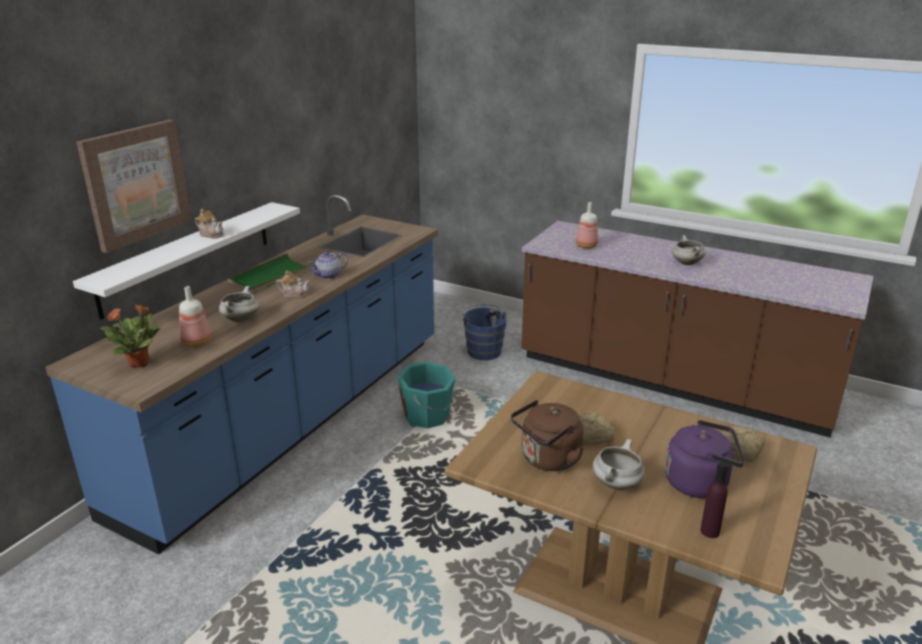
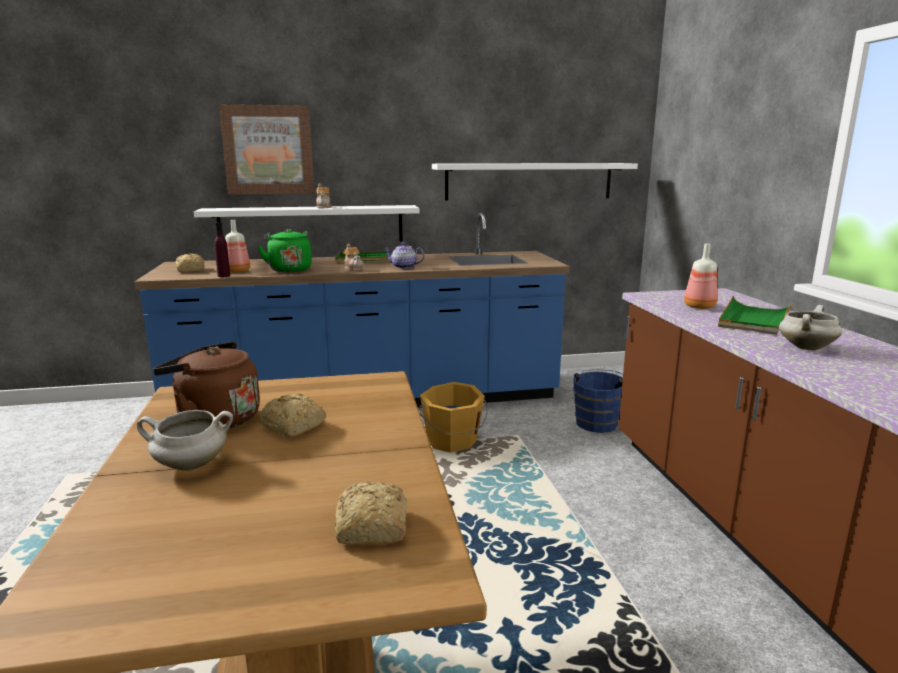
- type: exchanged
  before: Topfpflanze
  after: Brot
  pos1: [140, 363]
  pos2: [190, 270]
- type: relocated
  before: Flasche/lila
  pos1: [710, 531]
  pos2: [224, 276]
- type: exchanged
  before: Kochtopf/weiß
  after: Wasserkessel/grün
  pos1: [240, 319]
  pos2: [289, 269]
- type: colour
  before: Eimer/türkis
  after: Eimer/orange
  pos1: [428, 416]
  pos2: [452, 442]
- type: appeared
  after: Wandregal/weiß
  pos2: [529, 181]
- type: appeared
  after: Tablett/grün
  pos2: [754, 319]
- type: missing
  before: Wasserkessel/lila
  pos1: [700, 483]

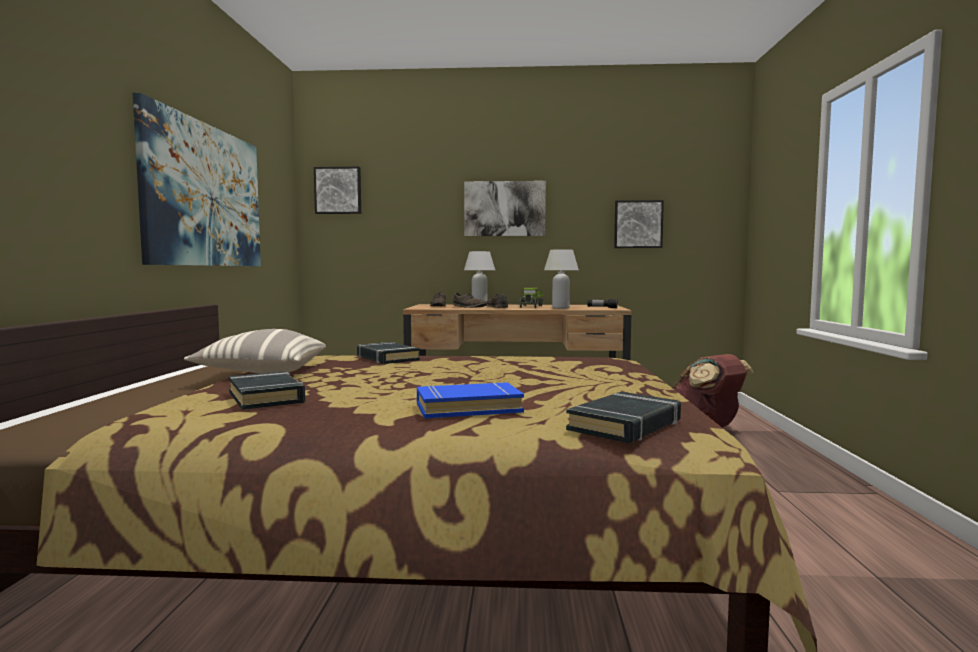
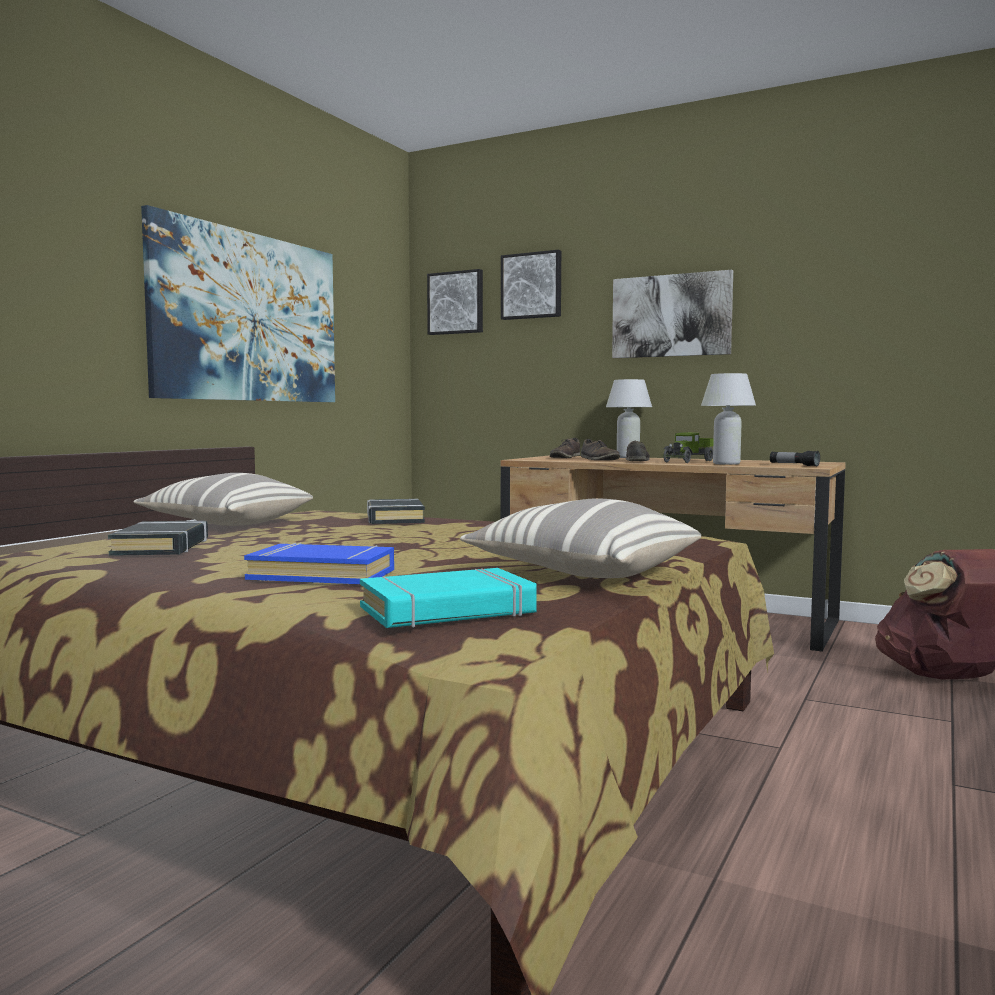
- type: colour
  before: Buch/schwarz
  after: Buch/türkis
  pos1: [625, 425]
  pos2: [447, 611]
- type: appeared
  after: Kissen
  pos2: [583, 572]
- type: relocated
  before: Bild
  pos1: [638, 224]
  pos2: [532, 286]

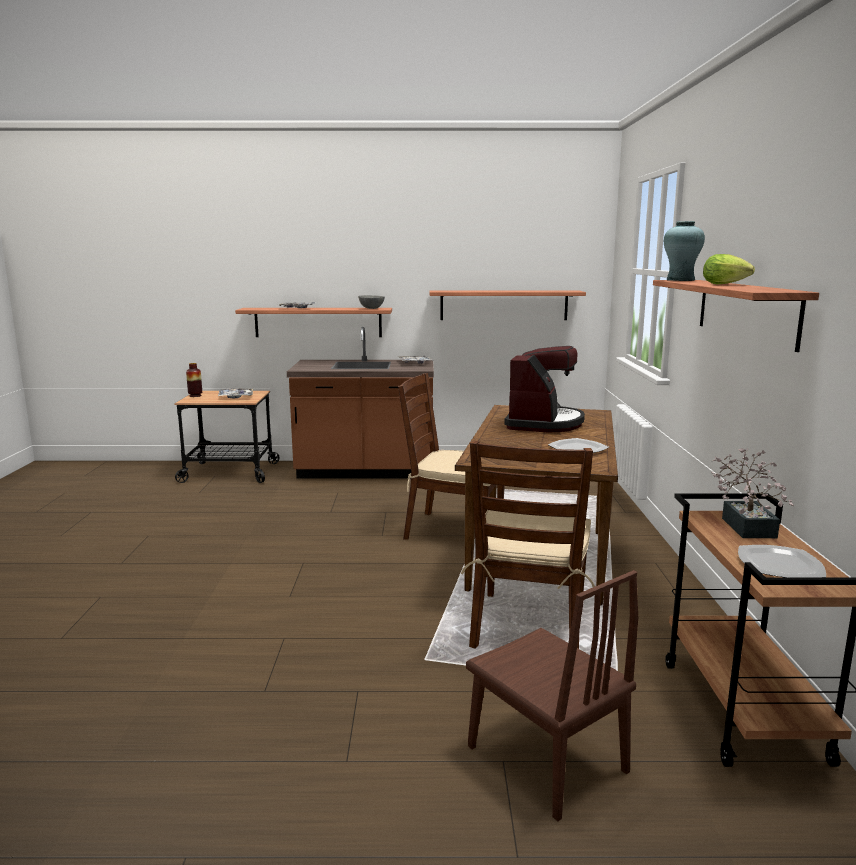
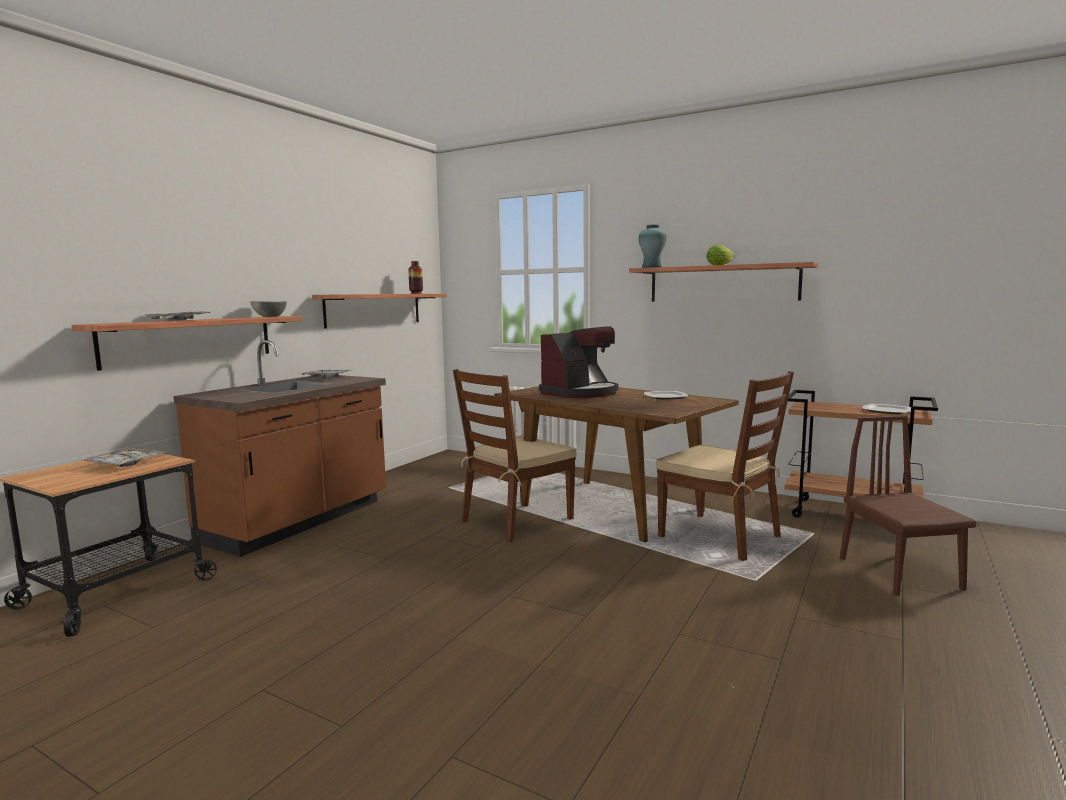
- type: relocated
  before: Vase
  pos1: [195, 396]
  pos2: [416, 293]
- type: spun
  before: Kaffeemaschine
  pos1: [543, 423]
  pos2: [580, 393]
  turn: 90
- type: spun
  before: Stuhl/braun
  pos1: [546, 758]
  pos2: [899, 573]
  turn: -90
- type: missing
  before: Topfpflanze
  pos1: [746, 525]

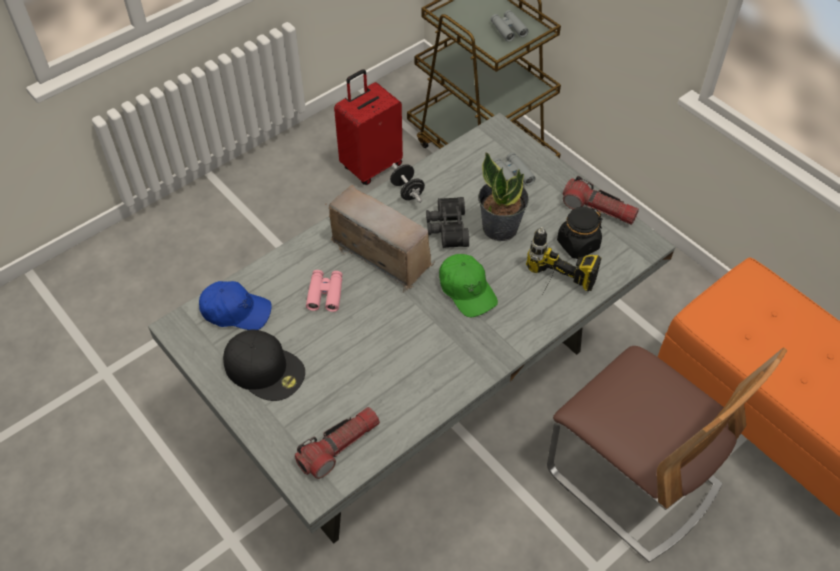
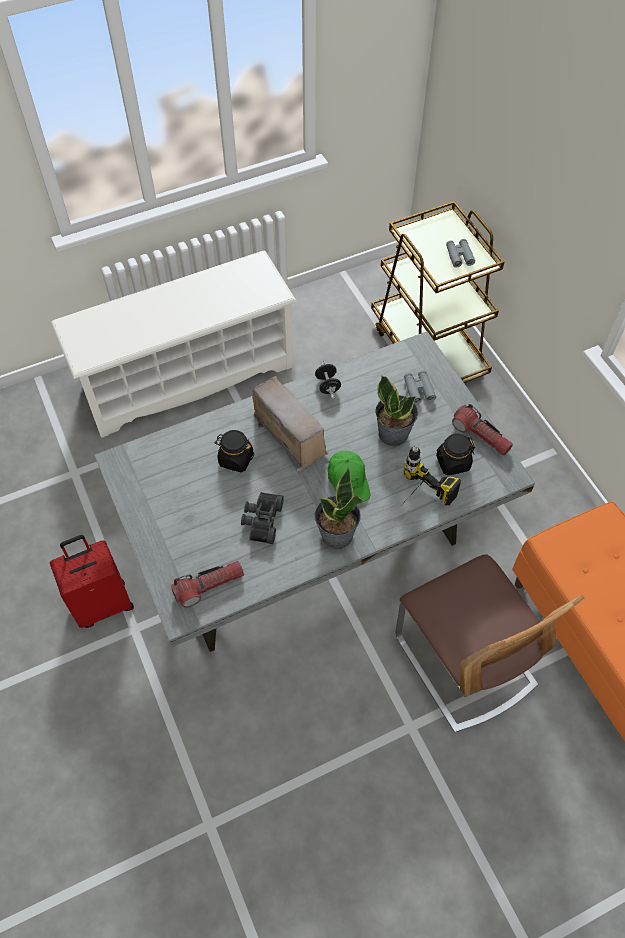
- type: relocated
  before: Koffer/rot
  pos1: [371, 166]
  pos2: [103, 603]
- type: appeared
  after: Schuhregal/weiß
  pos2: [187, 376]
- type: exchanged
  before: Fernglas/rosa
  after: Vorratsglas/schwarz
  pos1: [325, 294]
  pos2: [235, 459]
- type: relocated
  before: Fernglas/schwarz
  pos1: [446, 228]
  pos2: [261, 520]
- type: appeared
  after: Topfpflanze
  pos2: [336, 535]
- type: missing
  before: Kappe/blau
  pos1: [236, 311]
- type: missing
  before: Kappe/schwarz
  pos1: [265, 369]

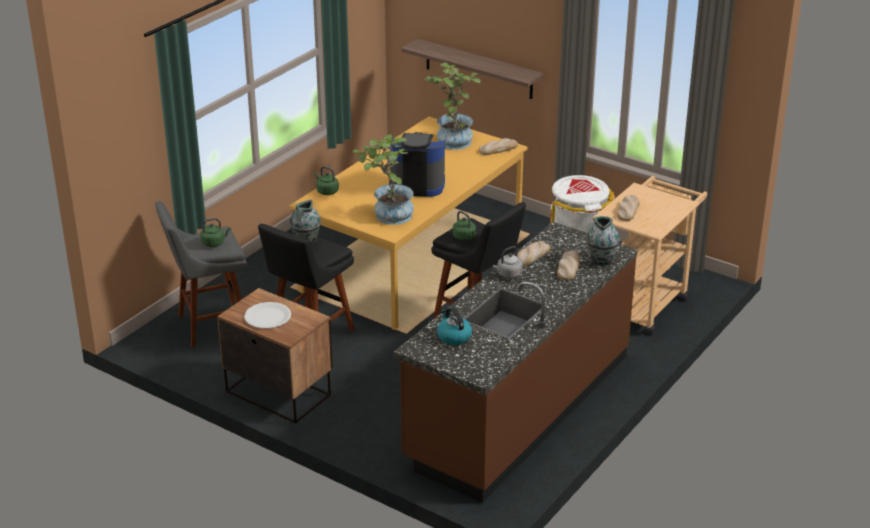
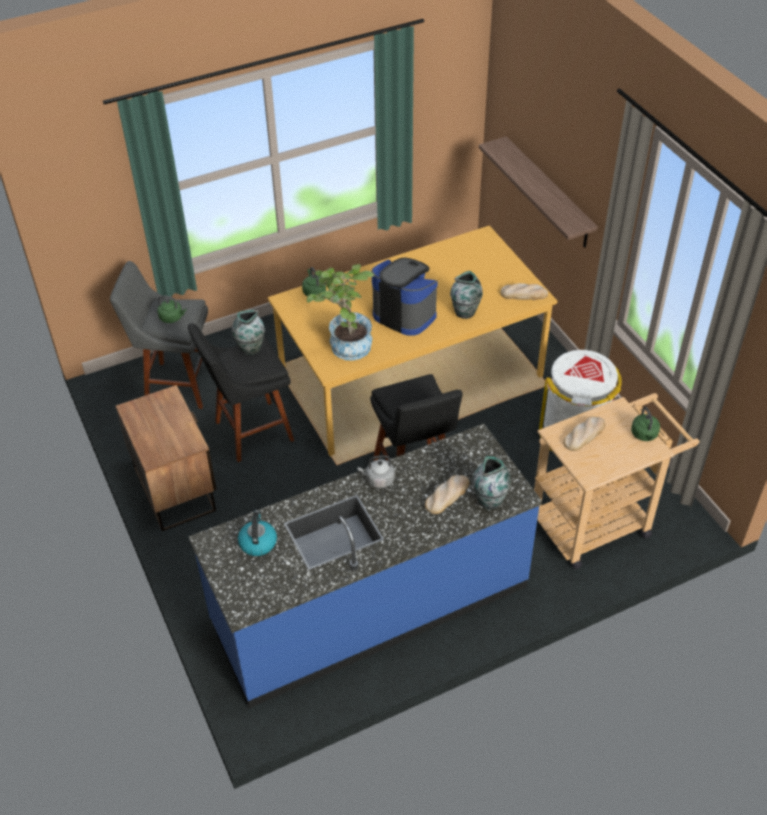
- type: colour
  before: Küchenzeile/braun
  after: Küchenzeile/blau
  pos1: [518, 407]
  pos2: [370, 604]
- type: appeared
  after: Vase
  pos2: [465, 312]
- type: relocated
  before: Wasserkessel/grün
  pos1: [465, 237]
  pos2: [644, 435]
- type: missing
  before: Teller/weiß
  pos1: [267, 317]
- type: missing
  before: Topfpflanze
  pos1: [453, 139]
- type: missing
  before: Brot
  pos1: [531, 256]

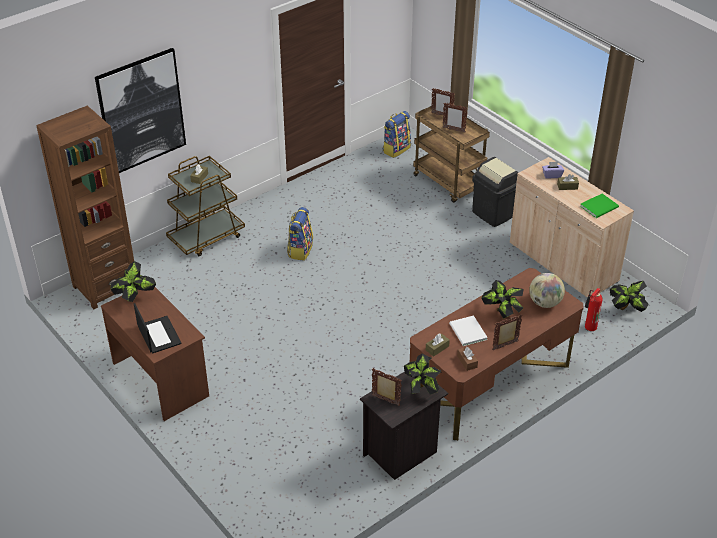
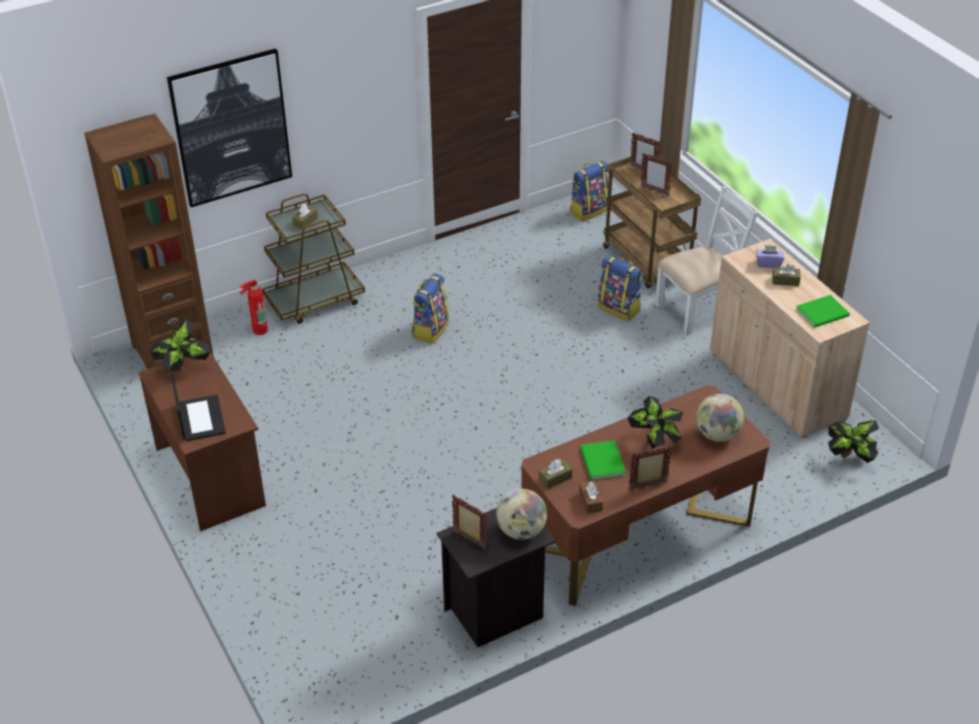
- type: relocated
  before: Feuerlöscher
  pos1: [589, 327]
  pos2: [258, 330]
- type: exchanged
  before: Topfpflanze
  after: Globus
  pos1: [421, 389]
  pos2: [521, 531]
- type: colour
  before: Buch/weiß
  after: Buch/grün
  pos1: [467, 332]
  pos2: [601, 462]
- type: appeared
  after: Rucksack
  pos2: [619, 308]
- type: exchanged
  before: Mülleimer/schwarz
  after: Stuhl/weiß
  pos1: [494, 213]
  pos2: [698, 308]

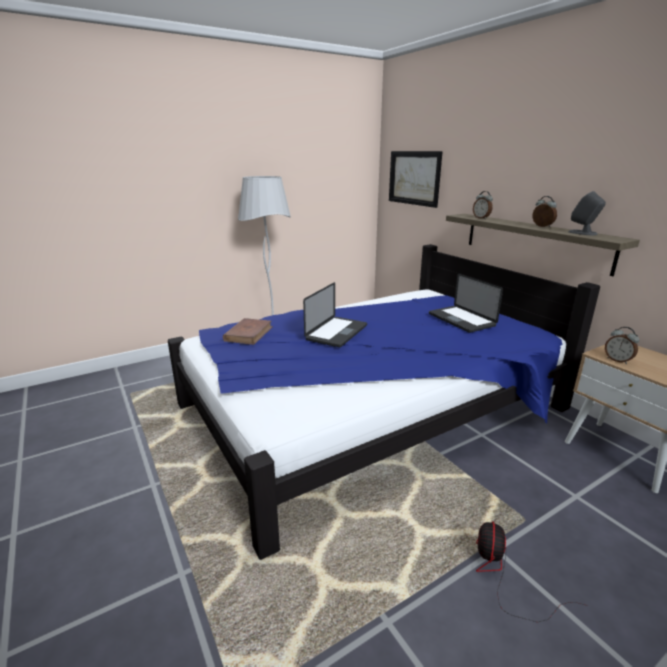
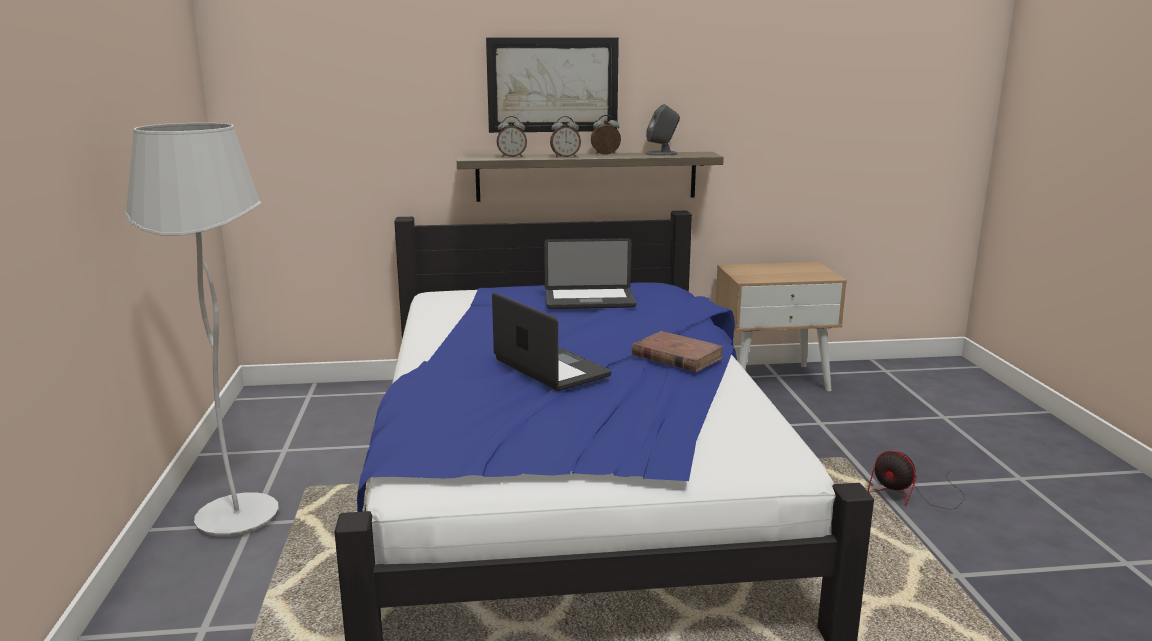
- type: relocated
  before: Bild
  pos1: [414, 178]
  pos2: [552, 85]
- type: relocated
  before: Wecker
  pos1: [617, 360]
  pos2: [565, 157]
- type: relocated
  before: Buch/braun
  pos1: [249, 334]
  pos2: [677, 356]

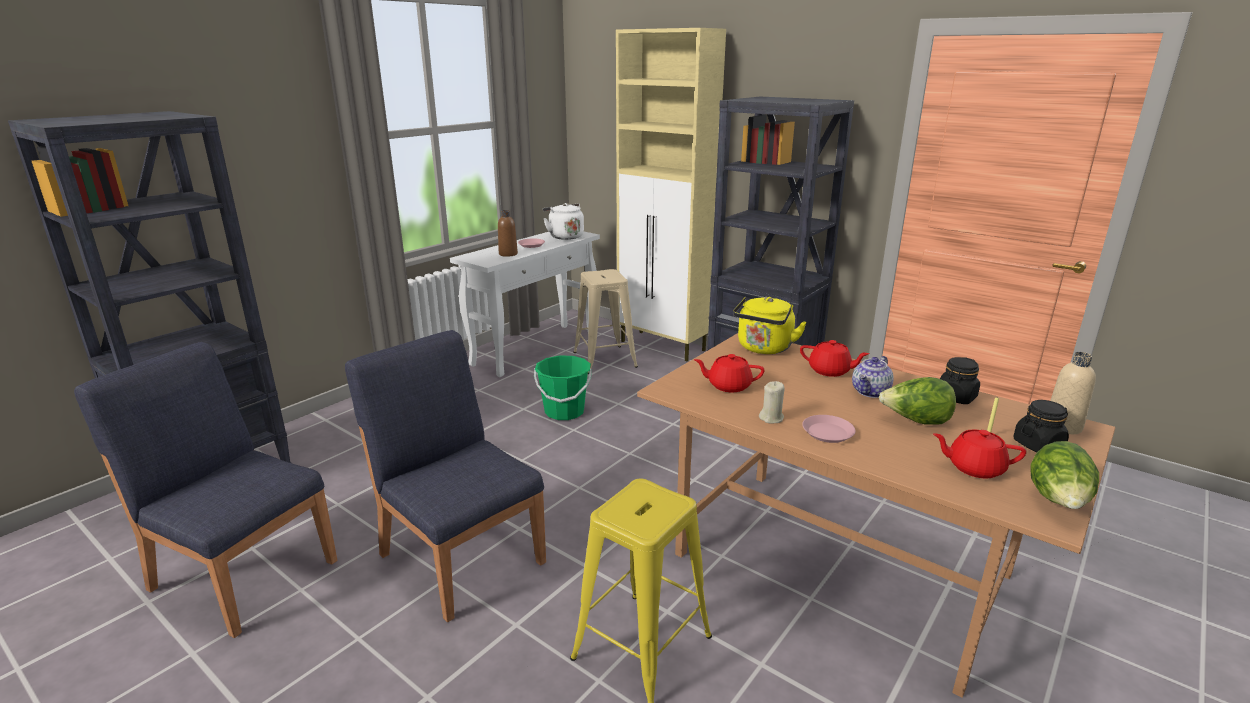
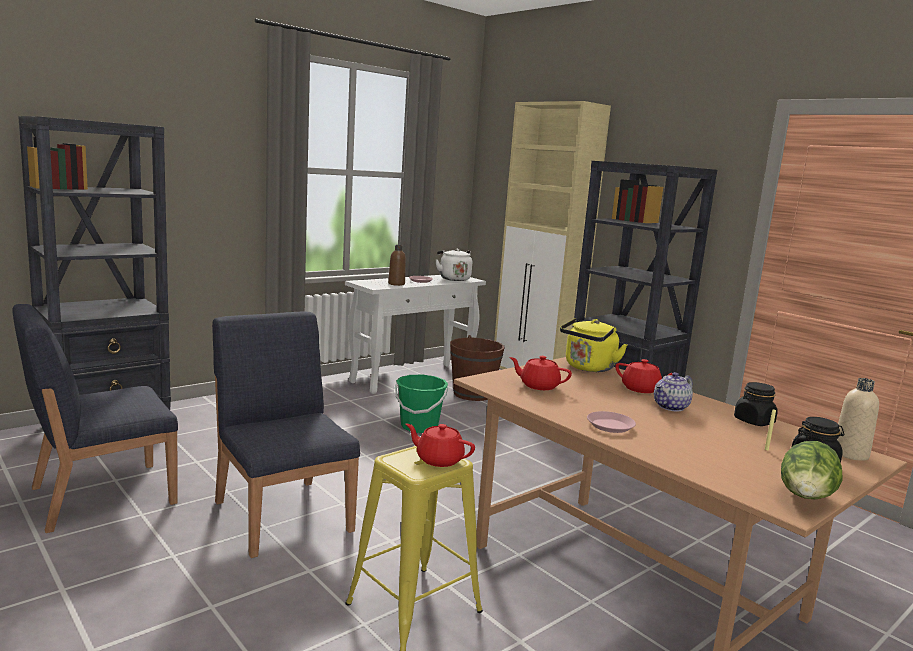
- type: spun
  before: Stuhl/blau
  pos1: [244, 573]
  pos2: [101, 495]
  turn: -75
- type: relocated
  before: Teekanne/rot
  pos1: [974, 468]
  pos2: [438, 459]
- type: exchanged
  before: Hocker/beige
  after: Eimer/braun
  pos1: [604, 359]
  pos2: [473, 394]
- type: missing
  before: Kerze/beige
  pos1: [771, 418]
- type: missing
  before: Salatkopf
  pos1: [915, 421]

